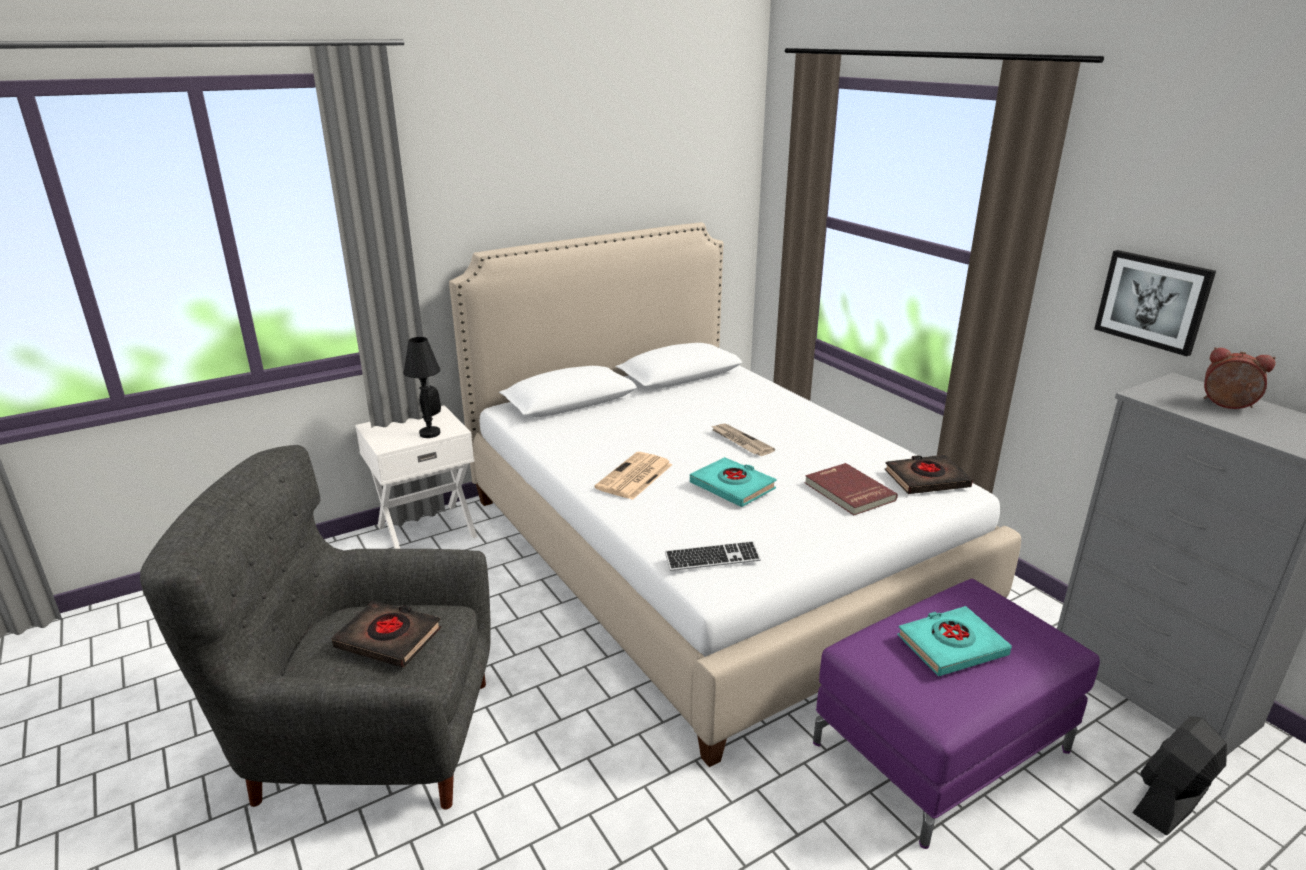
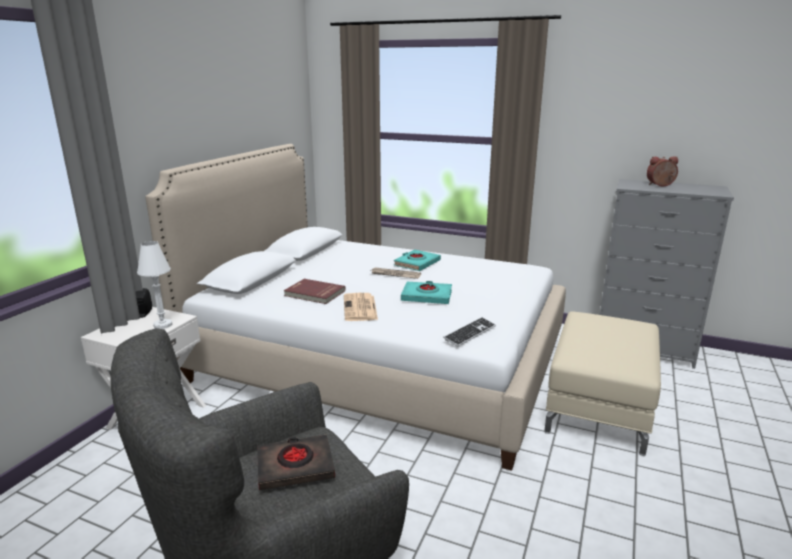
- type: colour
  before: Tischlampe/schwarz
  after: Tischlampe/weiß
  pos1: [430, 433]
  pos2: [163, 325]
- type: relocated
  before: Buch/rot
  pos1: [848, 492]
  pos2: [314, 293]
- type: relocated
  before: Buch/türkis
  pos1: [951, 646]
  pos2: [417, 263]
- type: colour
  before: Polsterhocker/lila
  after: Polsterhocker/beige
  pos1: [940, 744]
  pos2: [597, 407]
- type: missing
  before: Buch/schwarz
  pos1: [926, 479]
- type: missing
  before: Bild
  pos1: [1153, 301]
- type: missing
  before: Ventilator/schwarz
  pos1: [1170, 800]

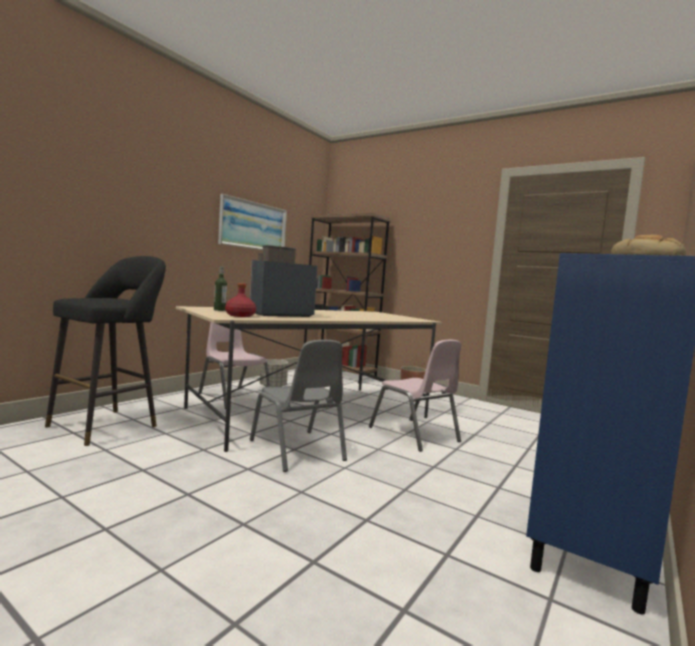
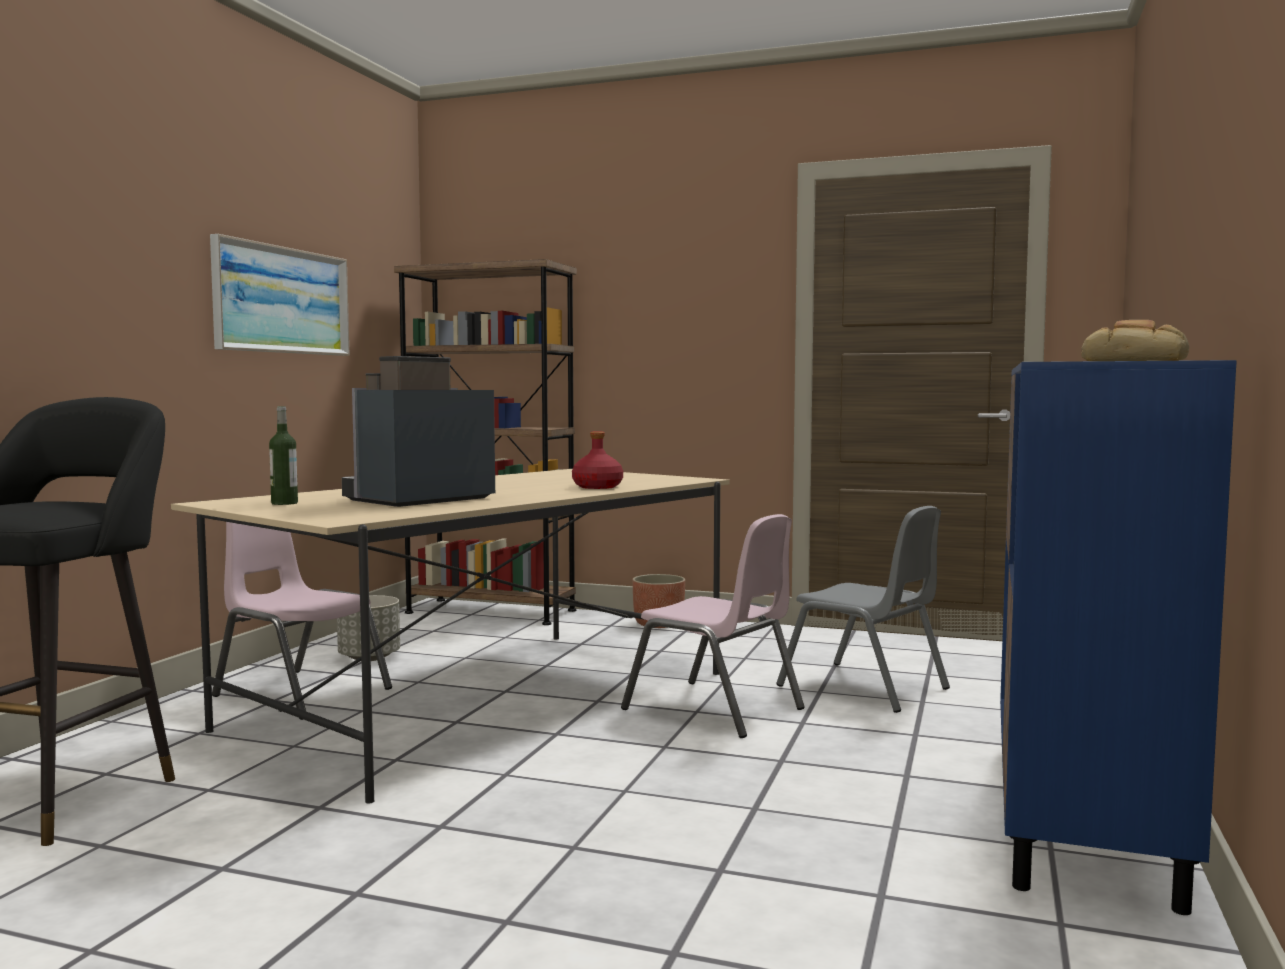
- type: relocated
  before: Flasche/rot
  pos1: [240, 315]
  pos2: [598, 487]
- type: relocated
  before: Stuhl/grau
  pos1: [297, 450]
  pos2: [864, 687]

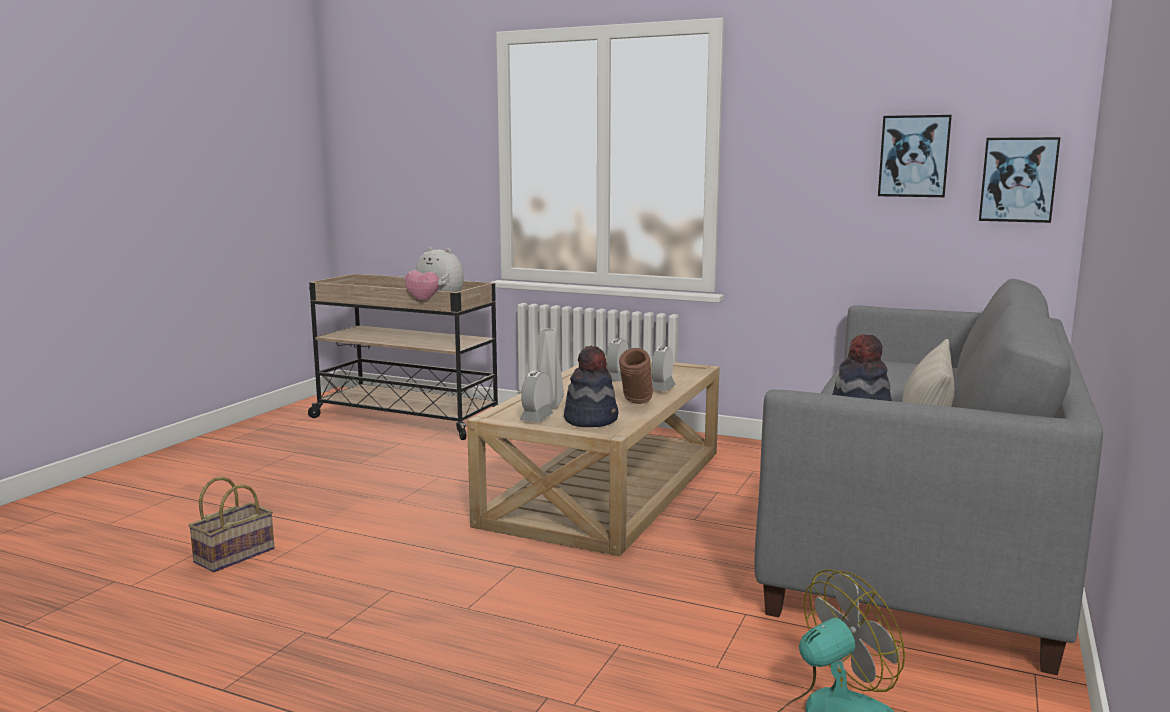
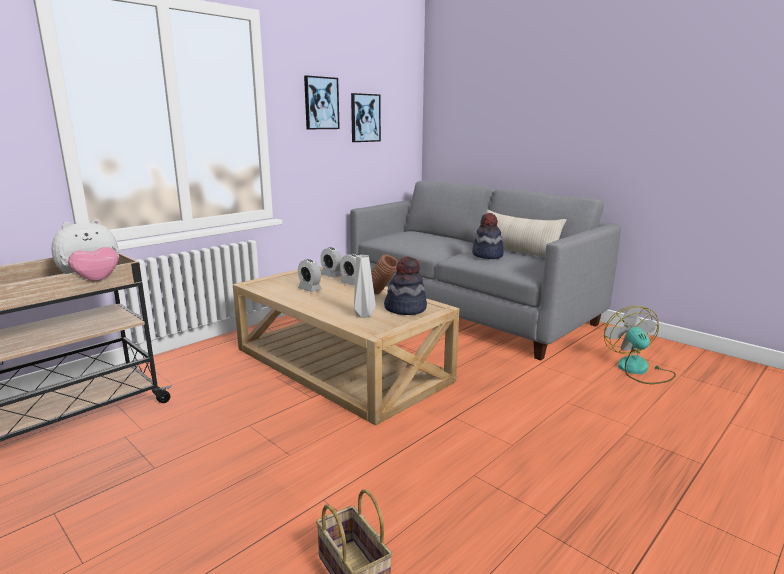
- type: relocated
  before: Bild
  pos1: [1018, 179]
  pos2: [321, 103]
- type: relocated
  before: Wecker
  pos1: [536, 418]
  pos2: [331, 275]

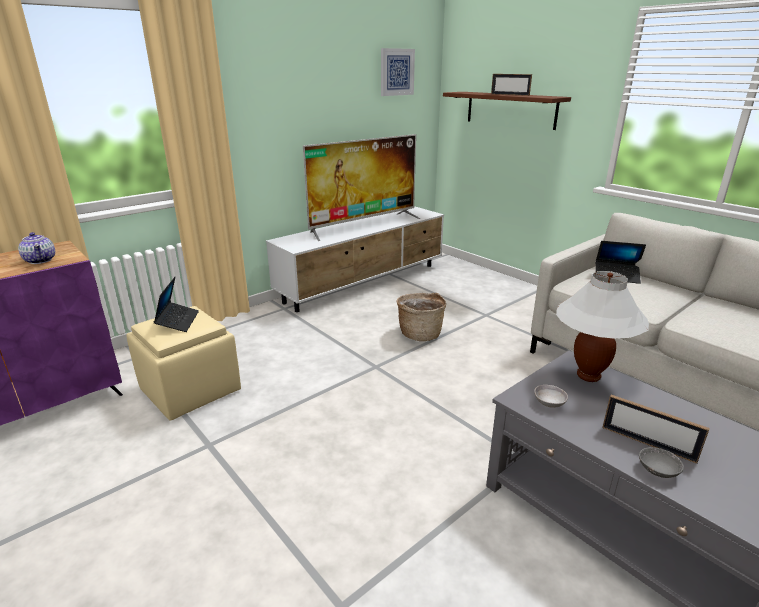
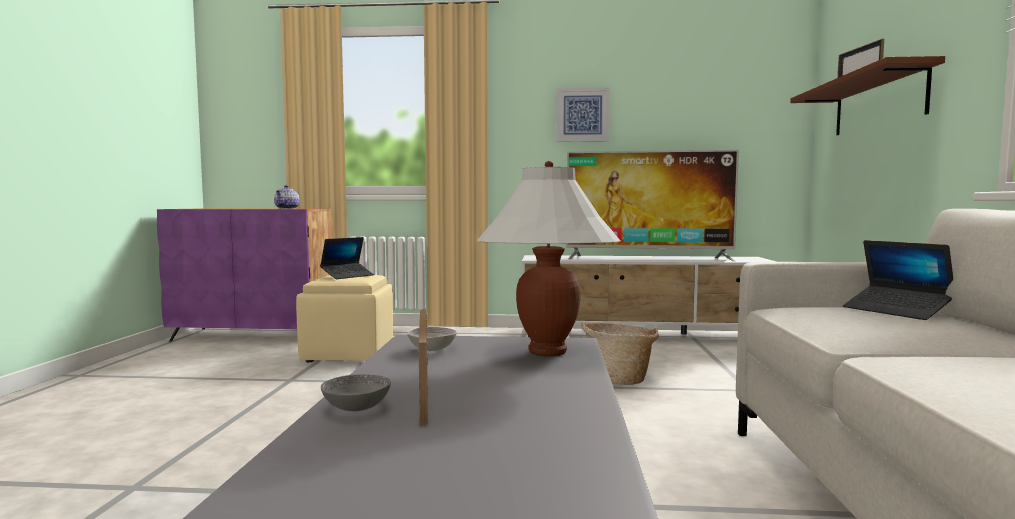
- type: relocated
  before: Bild
  pos1: [396, 72]
  pos2: [582, 115]

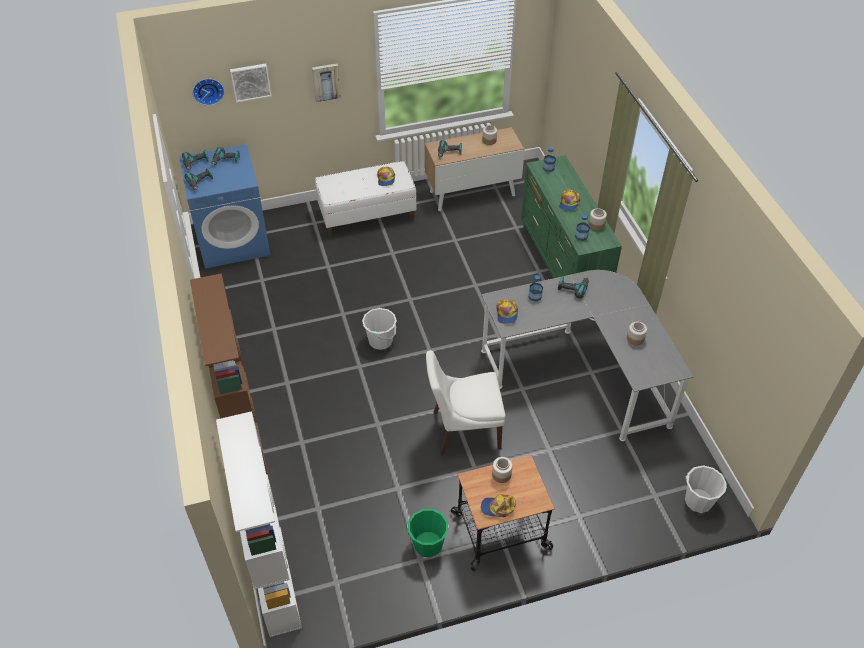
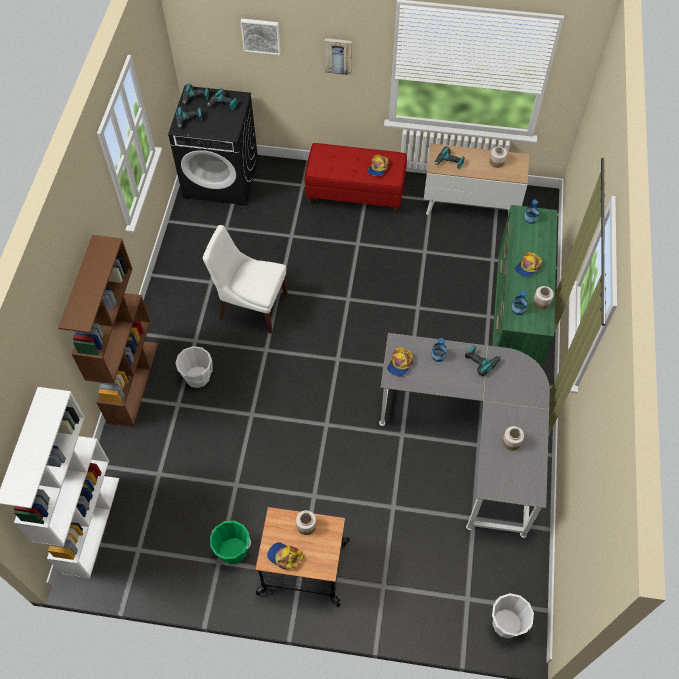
- type: colour
  before: Waschmaschine/blau
  after: Waschmaschine/schwarz
  pos1: [234, 241]
  pos2: [221, 178]
- type: relocated
  before: Eimer/weiß
  pos1: [380, 341]
  pos2: [198, 377]
- type: relocated
  before: Stuhl/weiß
  pos1: [463, 430]
  pos2: [251, 306]
- type: colour
  before: Bank/weiß
  after: Bank/rot
  pos1: [367, 215]
  pos2: [355, 194]
- type: missing
  before: Wanduhr
  pos1: [208, 90]

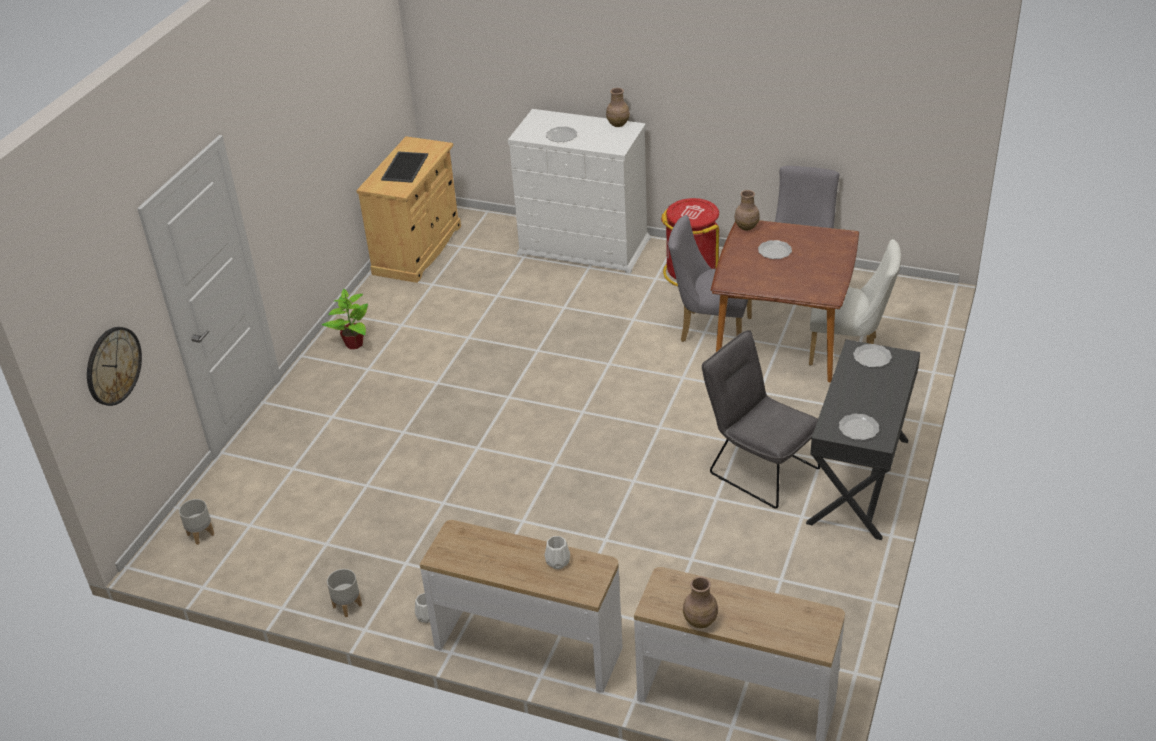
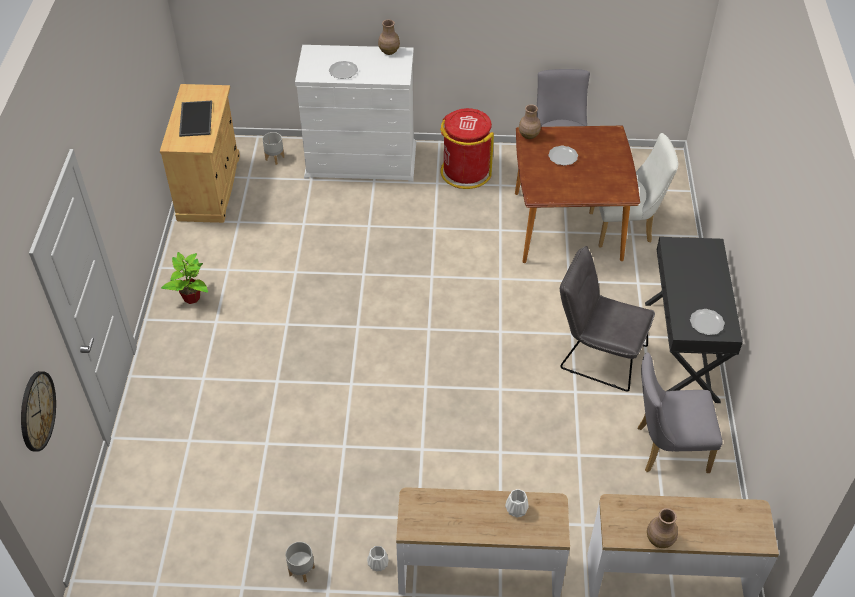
- type: relocated
  before: Pflanzkübel/grau
  pos1: [200, 534]
  pos2: [274, 158]
- type: relocated
  before: Stuhl/grau
  pos1: [710, 329]
  pos2: [666, 449]
- type: missing
  before: Teller
  pos1: [872, 357]

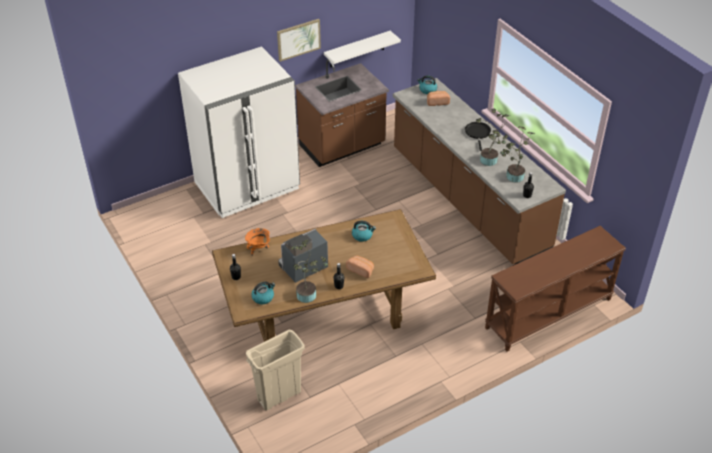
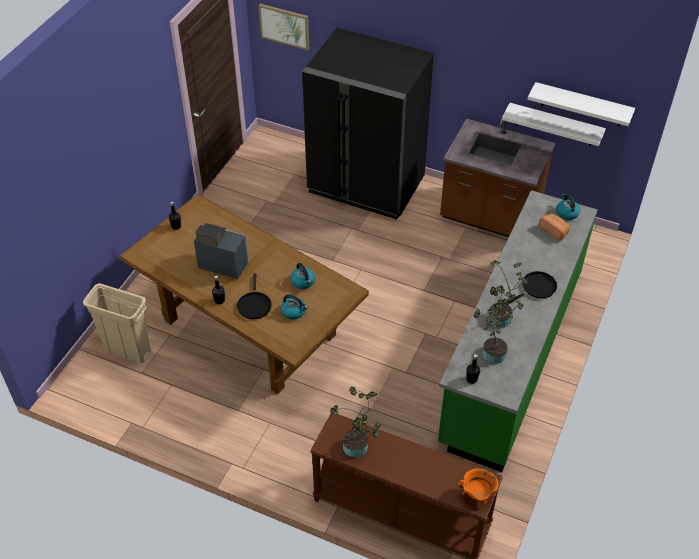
- type: exchanged
  before: Brot
  after: Pfanne/schwarz
  pos1: [361, 270]
  pos2: [254, 305]
- type: relocated
  before: Bild
  pos1: [298, 39]
  pos2: [284, 26]
- type: relocated
  before: Wasserkessel
  pos1: [263, 297]
  pos2: [294, 312]
- type: colour
  before: Kühlschrank/weiß
  after: Kühlschrank/schwarz
  pos1: [247, 186]
  pos2: [366, 185]
- type: relocated
  before: Topfpflanze
  pos1: [308, 294]
  pos2: [357, 448]
- type: colour
  before: Küchenzeile/braun
  after: Küchenzeile/grün
  pos1: [467, 200]
  pos2: [511, 356]
- type: relocated
  before: Kochtopf/orange
  pos1: [258, 249]
  pos2: [477, 495]
- type: appeared
  after: Wandregal/weiß
  pos2: [582, 105]

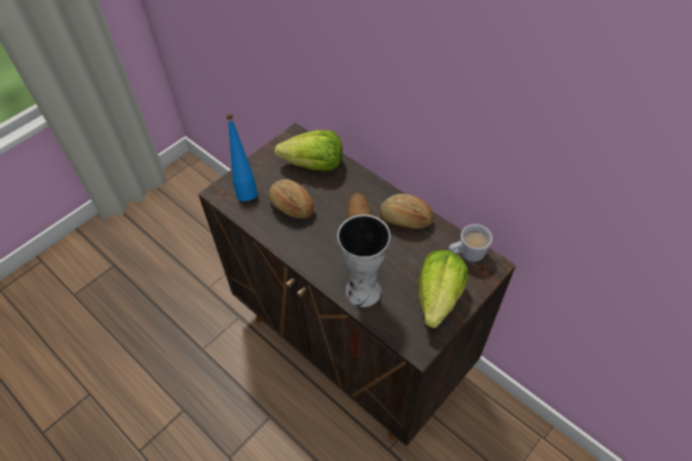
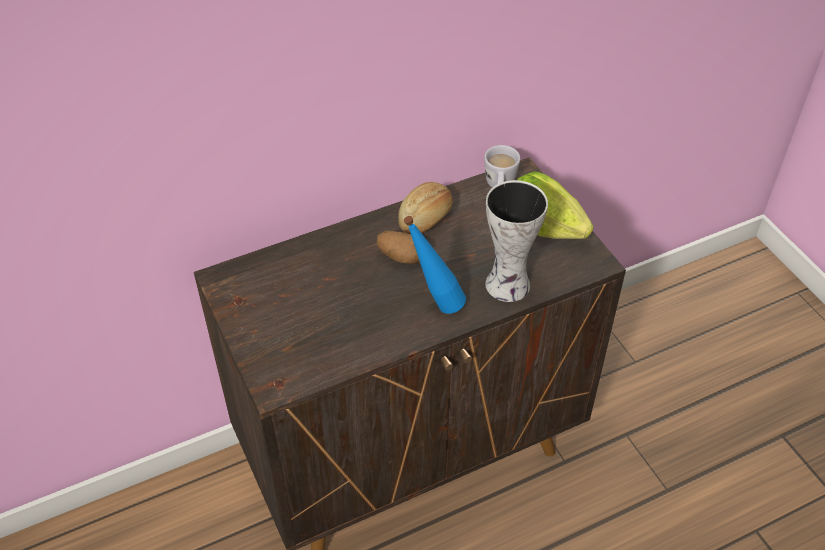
- type: relocated
  before: Flasche/blau
  pos1: [246, 189]
  pos2: [434, 304]
- type: missing
  before: Brot
  pos1: [291, 206]
- type: missing
  before: Salatkopf
  pos1: [314, 165]

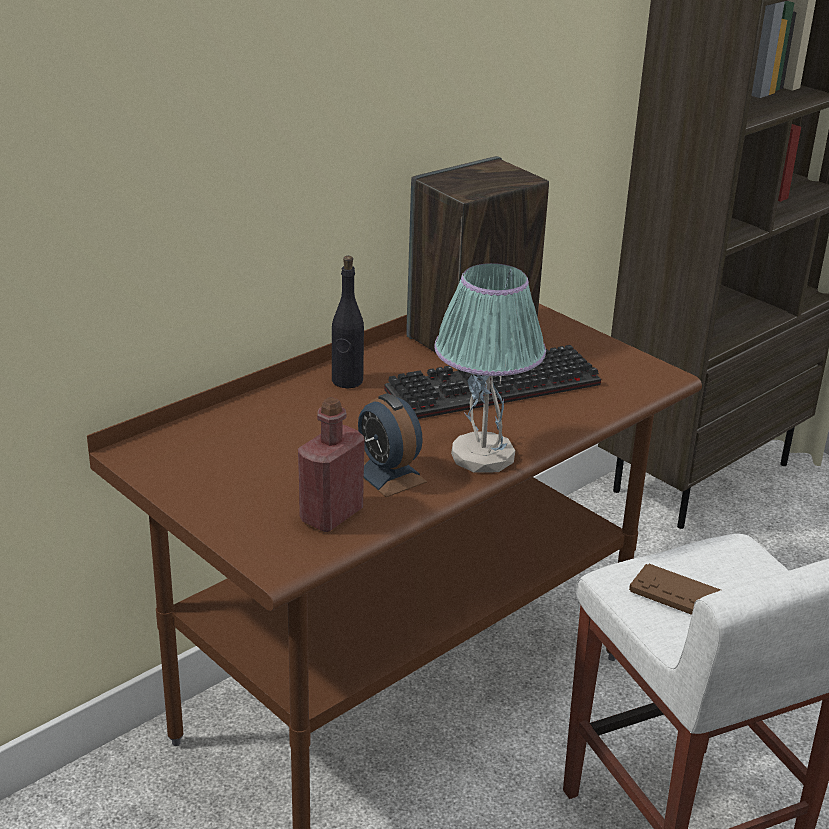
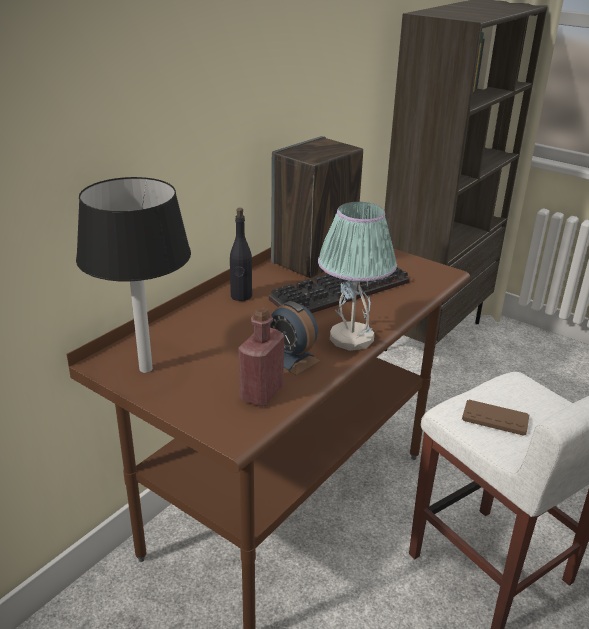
- type: appeared
  after: Tischlampe/schwarz
  pos2: [145, 369]

